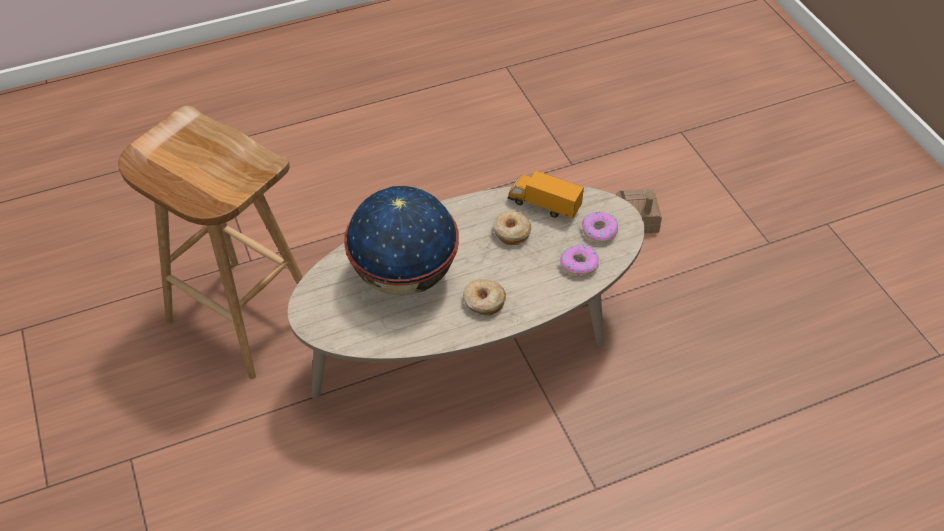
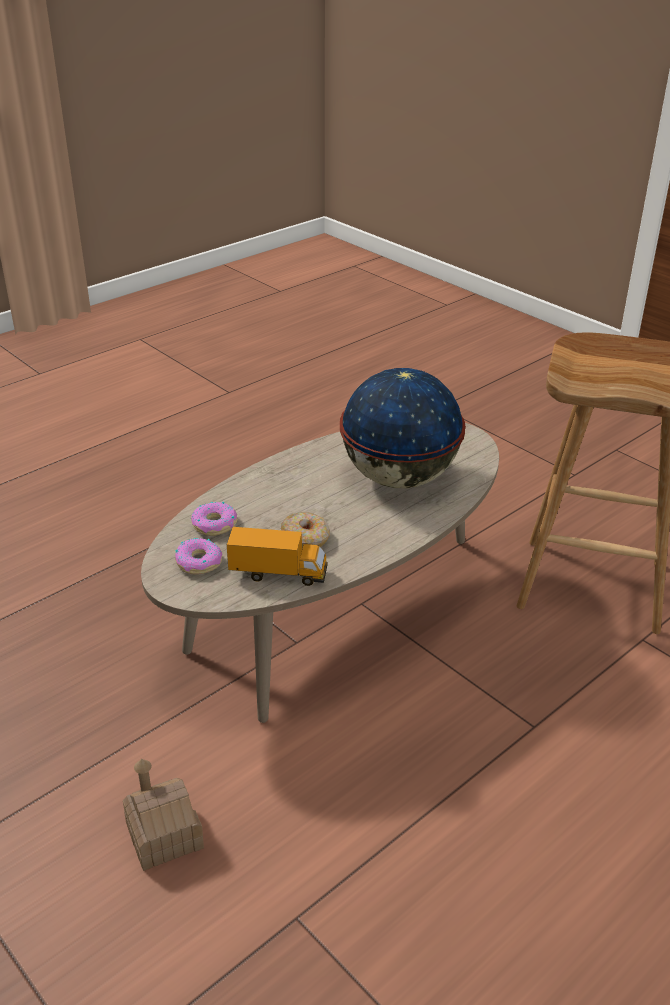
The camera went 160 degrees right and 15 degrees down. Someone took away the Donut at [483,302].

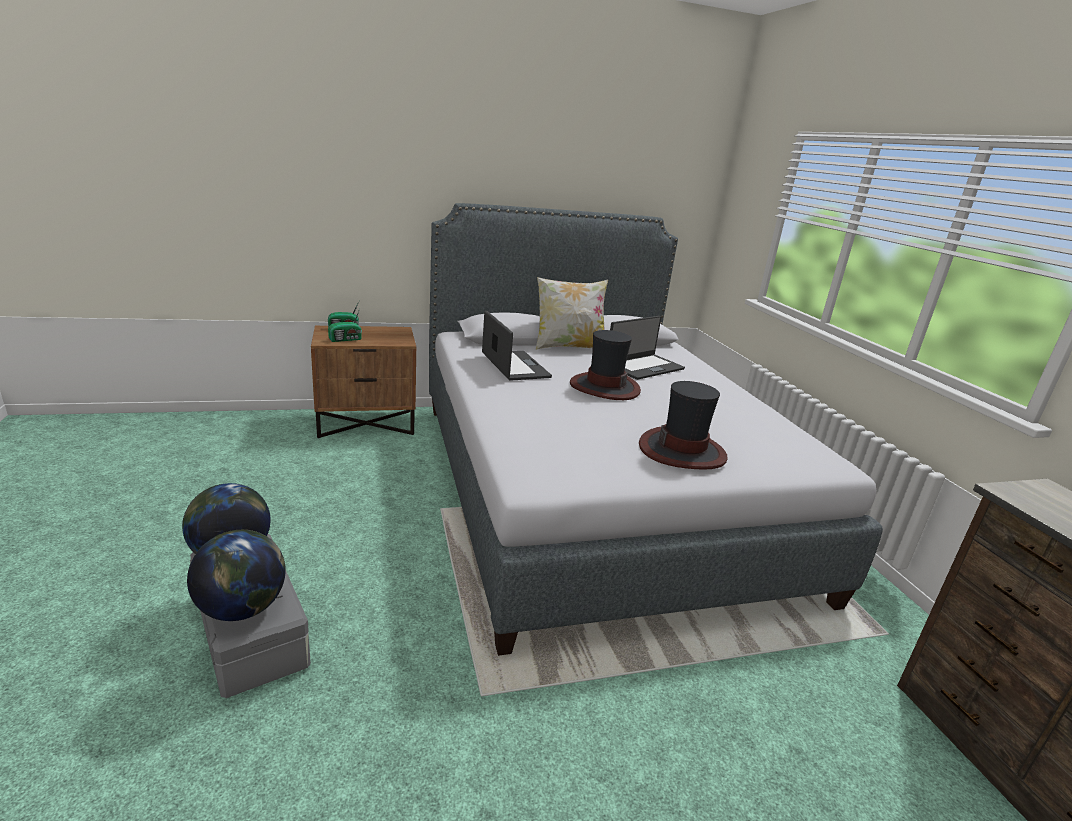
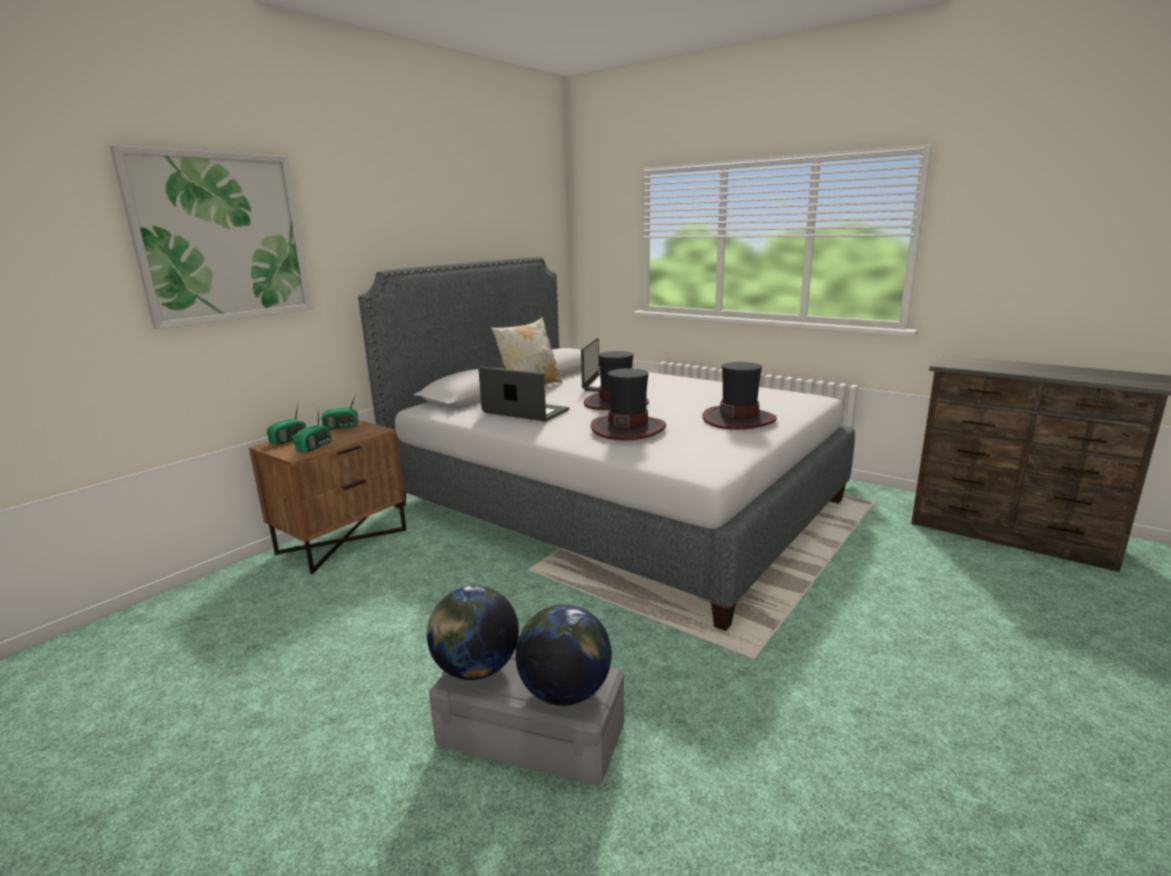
The camera went 35 degrees left and 5 degrees down. Someone put up the Bild at [222,238]. Someone put down the Radio at [342,427]. Someone put down the Hut at [628,428].

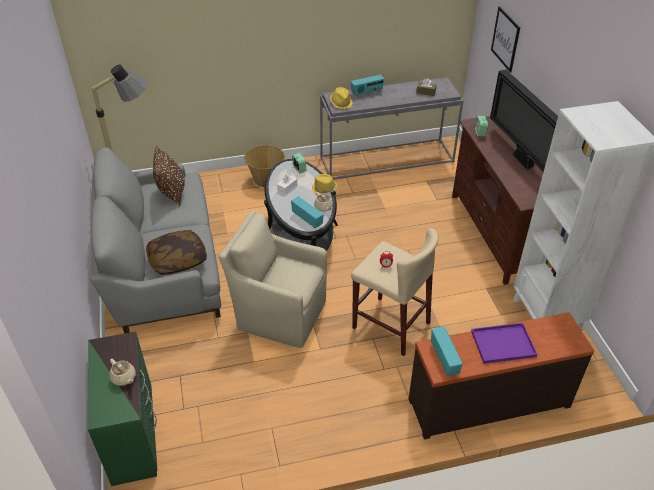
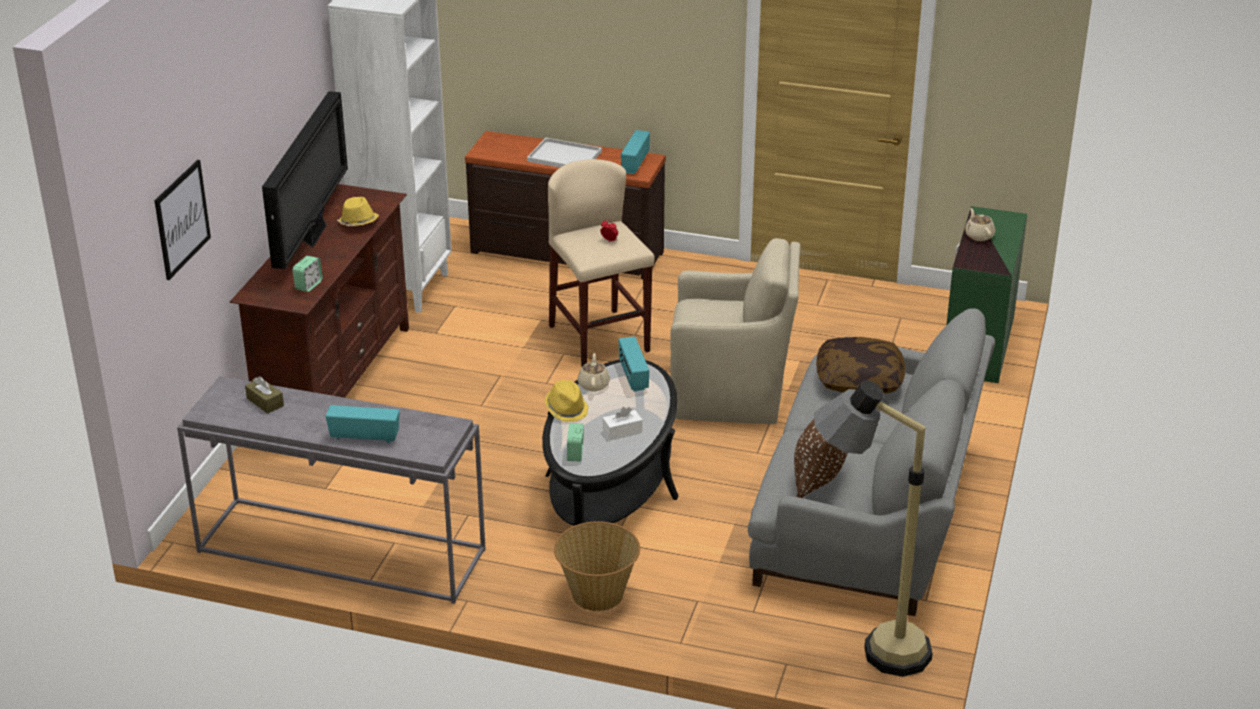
The camera went 150 degrees left and 10 degrees down. Someone rotated the Sessel (beige) at [279,314] by 45 degrees counterclockwise. Someone carried the Hut (gelb) from [341,103] to [358,223]. Someone repainted the Tablett (lila) at [502,344], which became the Tablett (weiß) at [566,156].

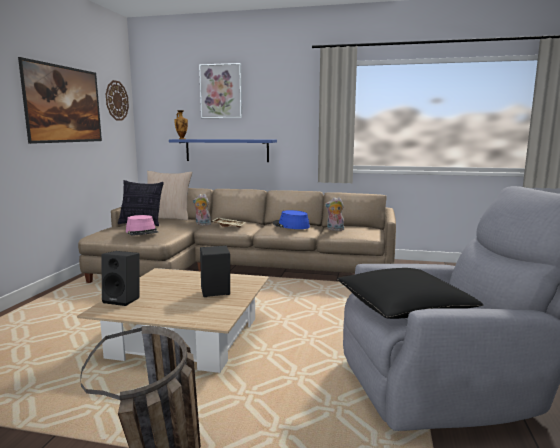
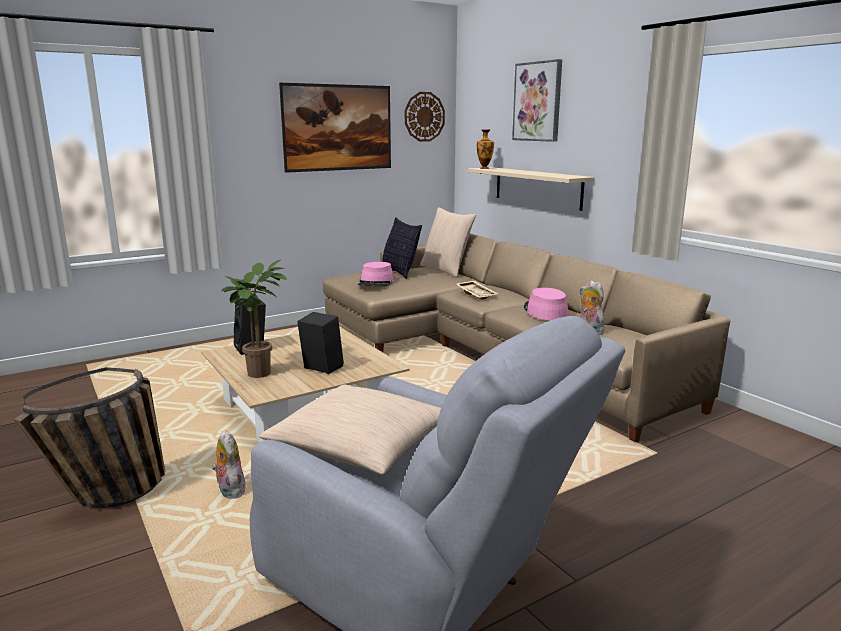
The camera went 45 degrees right and 5 degrees up. Someone repainted the Wandregal (blau) at [226,150], which became the Wandregal (beige) at [537,187]. Someone carried the Plüschtier from [202,224] to [230,491]. Someone repainted the Hut (blau) at [290,225], which became the Hut (rosa) at [545,311]. Someone repainted the Kissen (schwarz) at [403,307], which became the Kissen (beige) at [360,445]. Someone put down the Topfpflanze at [259,371].

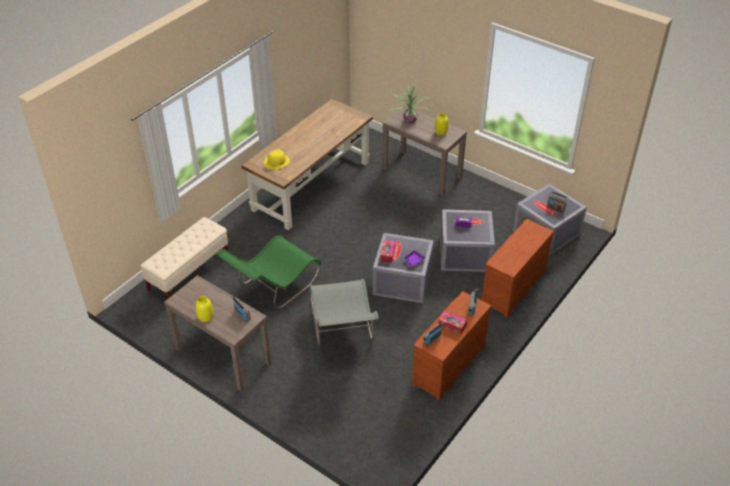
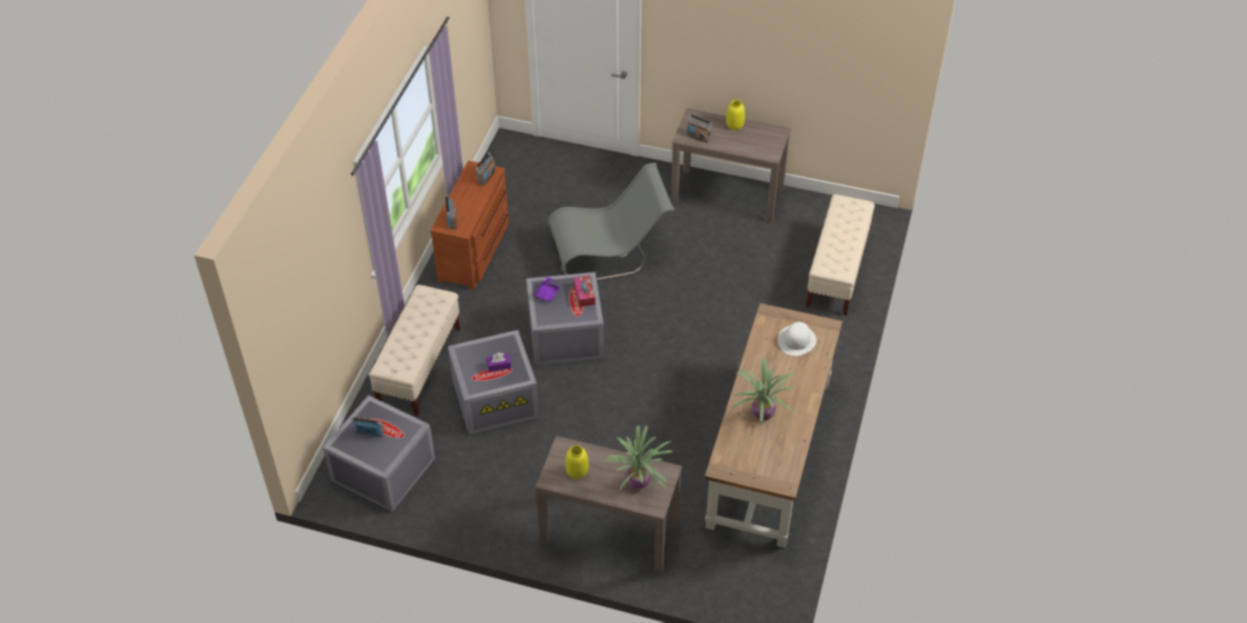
The camera went 160 degrees right and 5 degrees up. Someone took away the Stuhl (grün) at [273,288]. Someone repainted the Hut (gelb) at [276,161], which became the Hut (weiß) at [796,340]. Someone rotated the Stuhl (grau) at [343,332] by 105 degrees clockwise. Someone took away the Taschentuchbox at [452,325]. Someone swapped the Kommode (braun) at [511,286] for the Bank (beige) at [419,366]. Someone put down the Topfpflanze at [762,412].

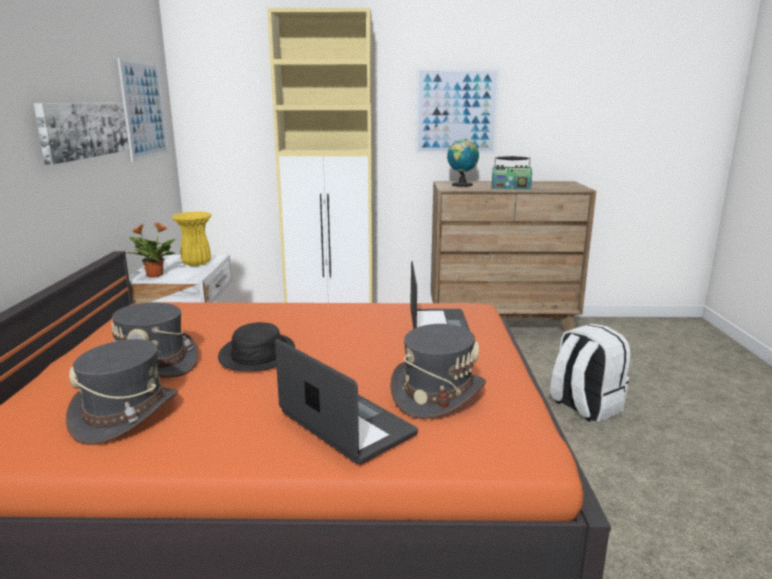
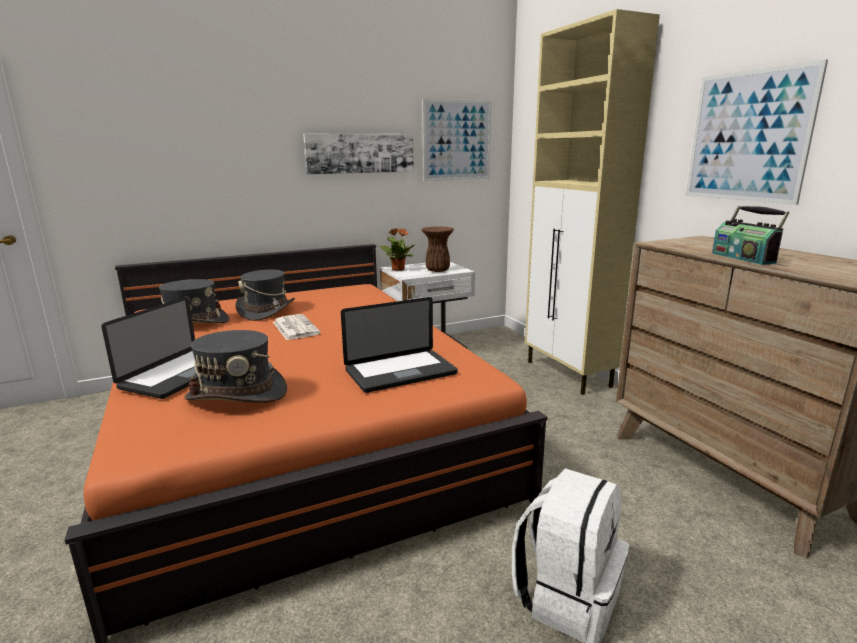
The camera went 65 degrees right and 0 degrees up. Someone repainted the Vase (gelb) at [196,264], which became the Vase (braun) at [437,270]. Someone swapped the Hut (schwarz) at [257,354] for the Zeitung at [294,328]. Someone took away the Globus at [461,185].

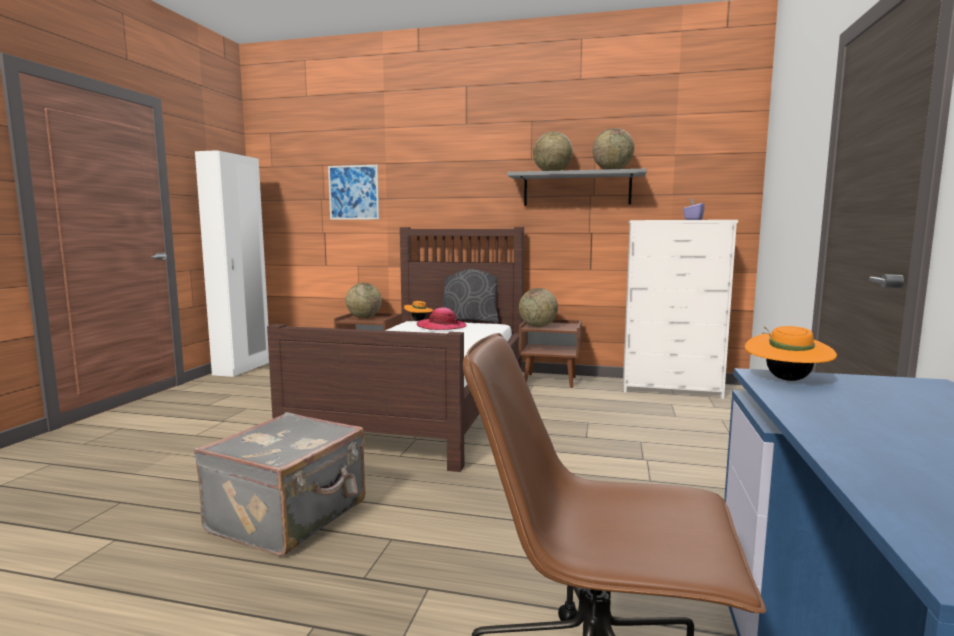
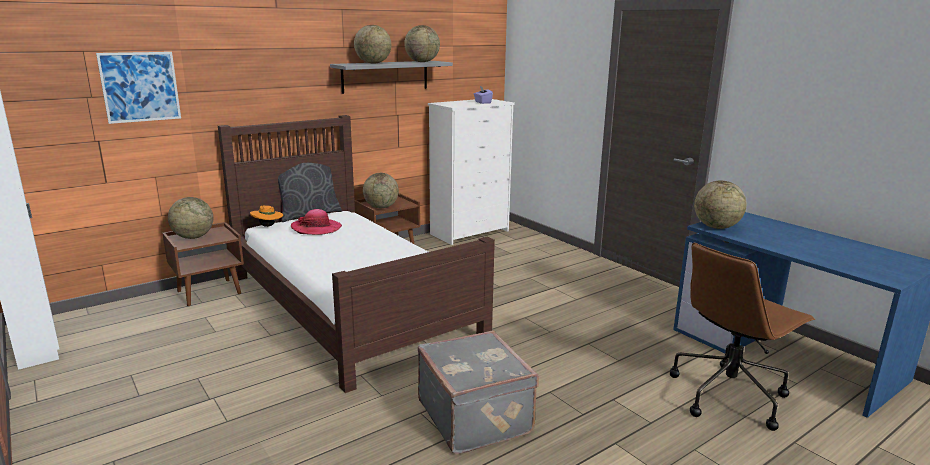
The camera went 50 degrees left and 10 degrees up. Someone swapped the Hut (orange) at [786,379] for the Globus at [716,227].

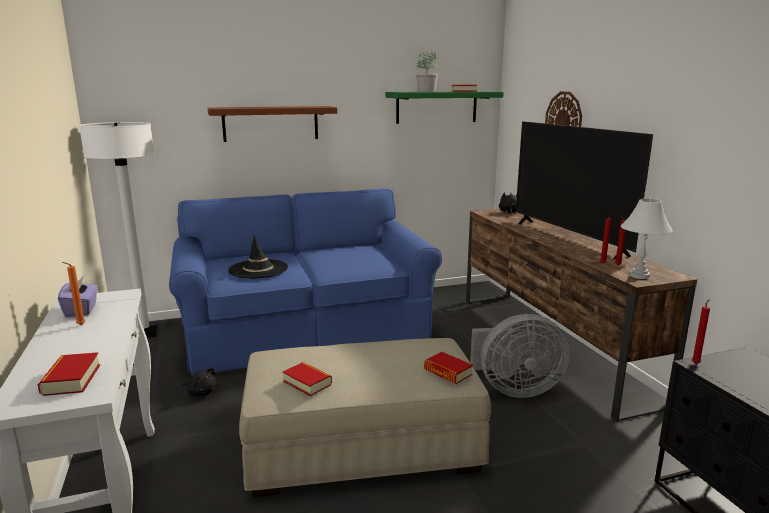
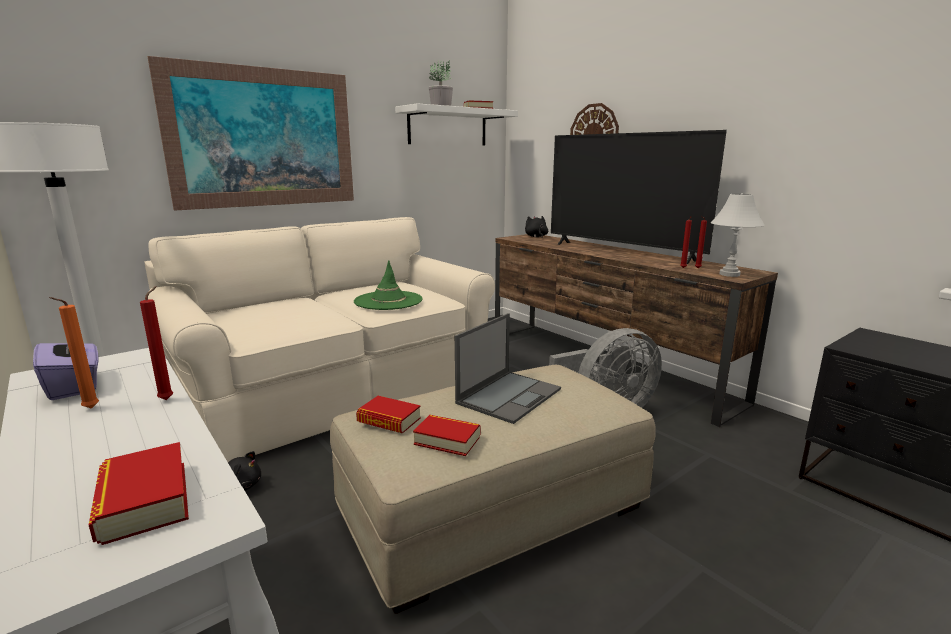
The camera went 20 degrees left and 0 degrees up. Someone repainted the Sofa (blau) at [306,328], which became the Sofa (beige) at [337,387]. Someone swapped the Wandregal (braun) at [270,123] for the Bild at [264,138]. Someone took away the Hut (schwarz) at [258,269]. Someone repainted the Wandregal (grün) at [436,107], which became the Wandregal (weiß) at [448,127]. Someone carried the Buch from [447,372] to [389,420]. Someone carried the Kerze (rot) from [696,363] to [168,399]. Someone put down the Hut (grün) at [388,301]. Someone put down the Laptop at [509,395].

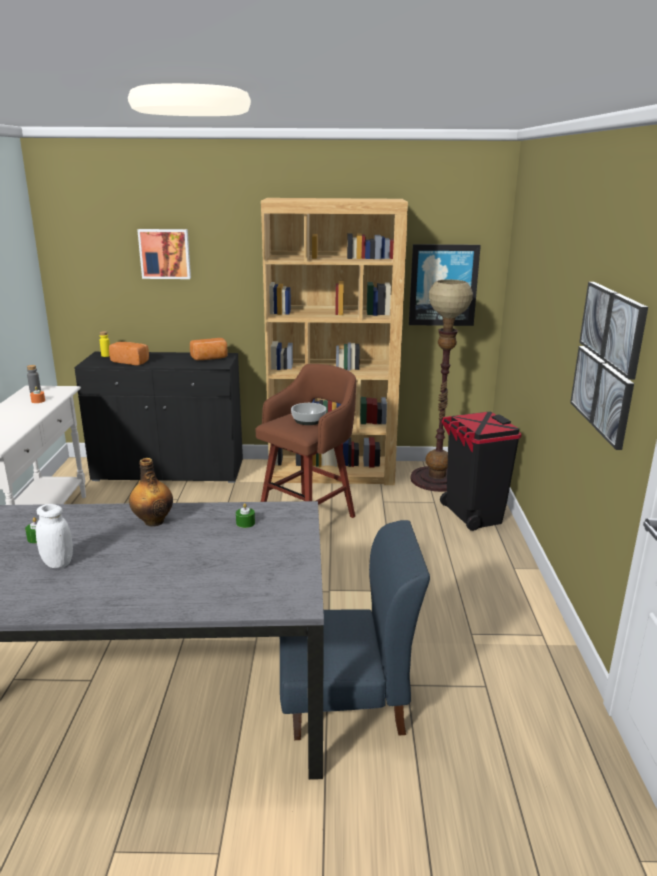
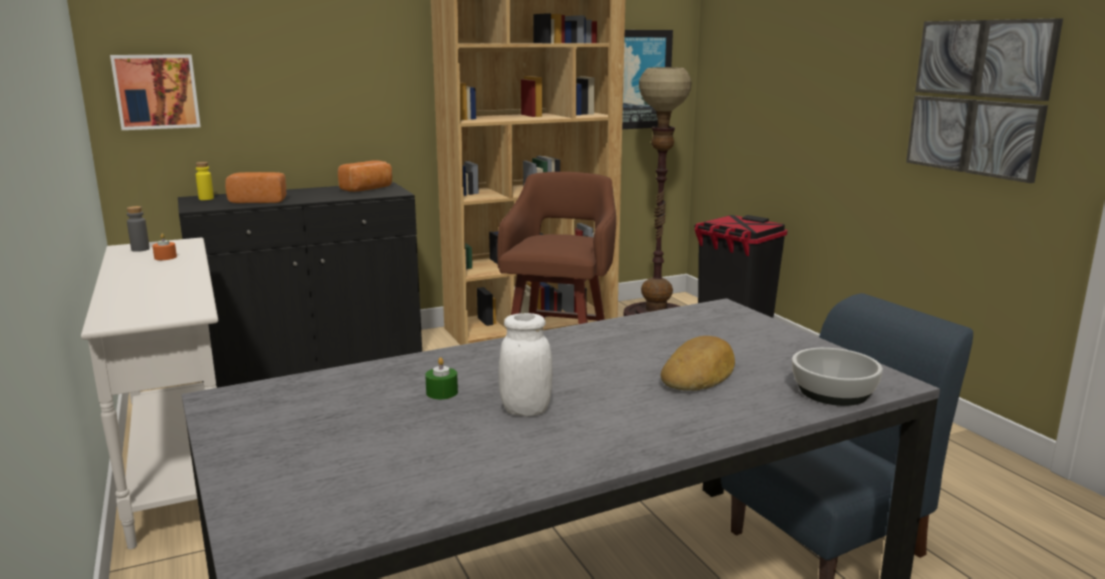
The camera went 25 degrees left and 5 degrees down. Someone took away the Flasche at [153,521]. Someone carried the Bild from [165,253] to [156,91]. Someone took away the Kerze (grün) at [245,523]. Someone carried the Schüssel from [308,420] to [832,391]. Someone put down the Brot at [700,374].

